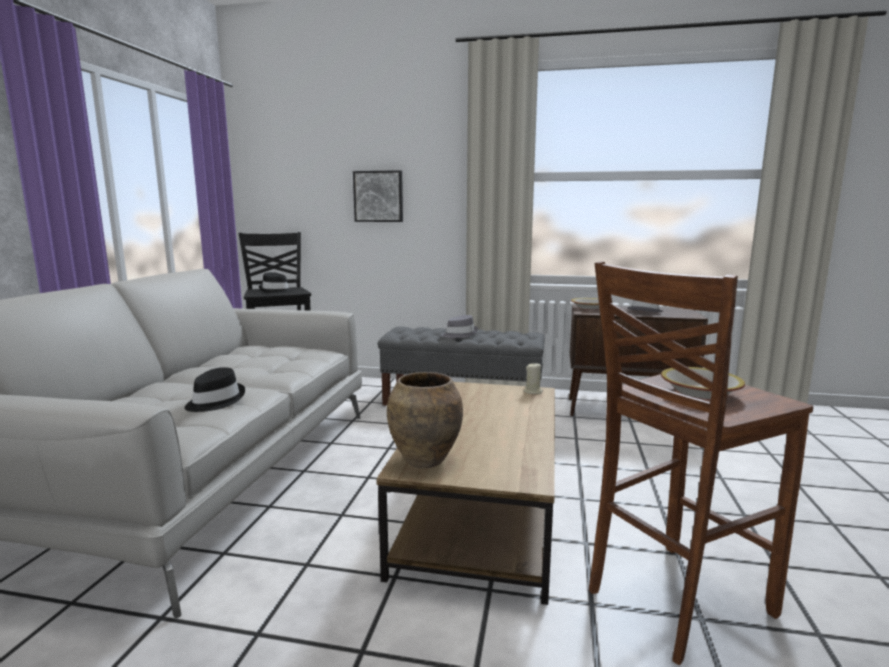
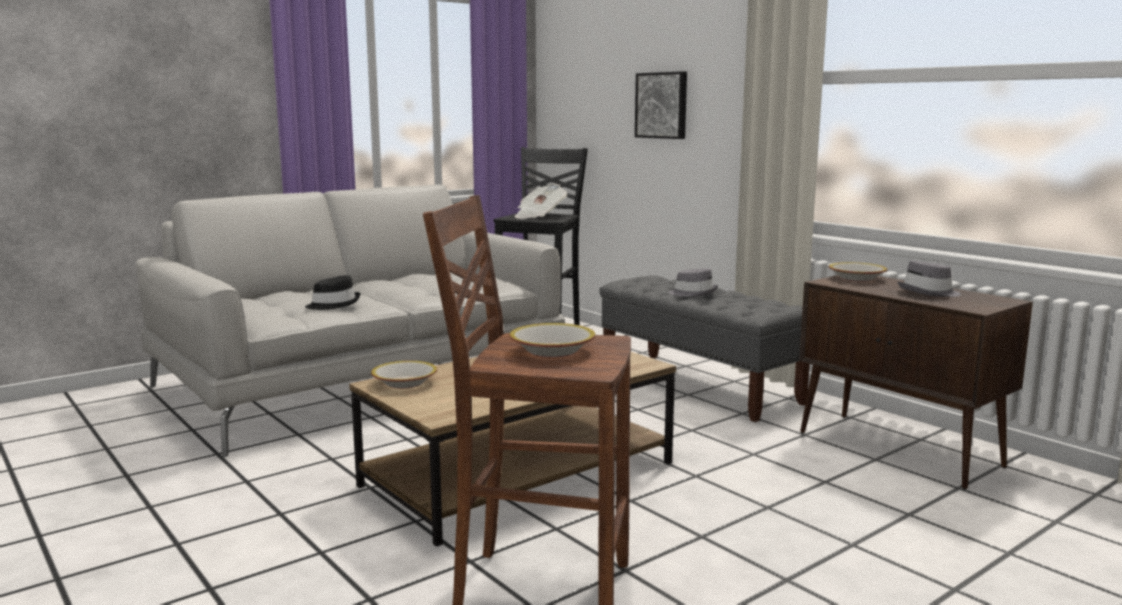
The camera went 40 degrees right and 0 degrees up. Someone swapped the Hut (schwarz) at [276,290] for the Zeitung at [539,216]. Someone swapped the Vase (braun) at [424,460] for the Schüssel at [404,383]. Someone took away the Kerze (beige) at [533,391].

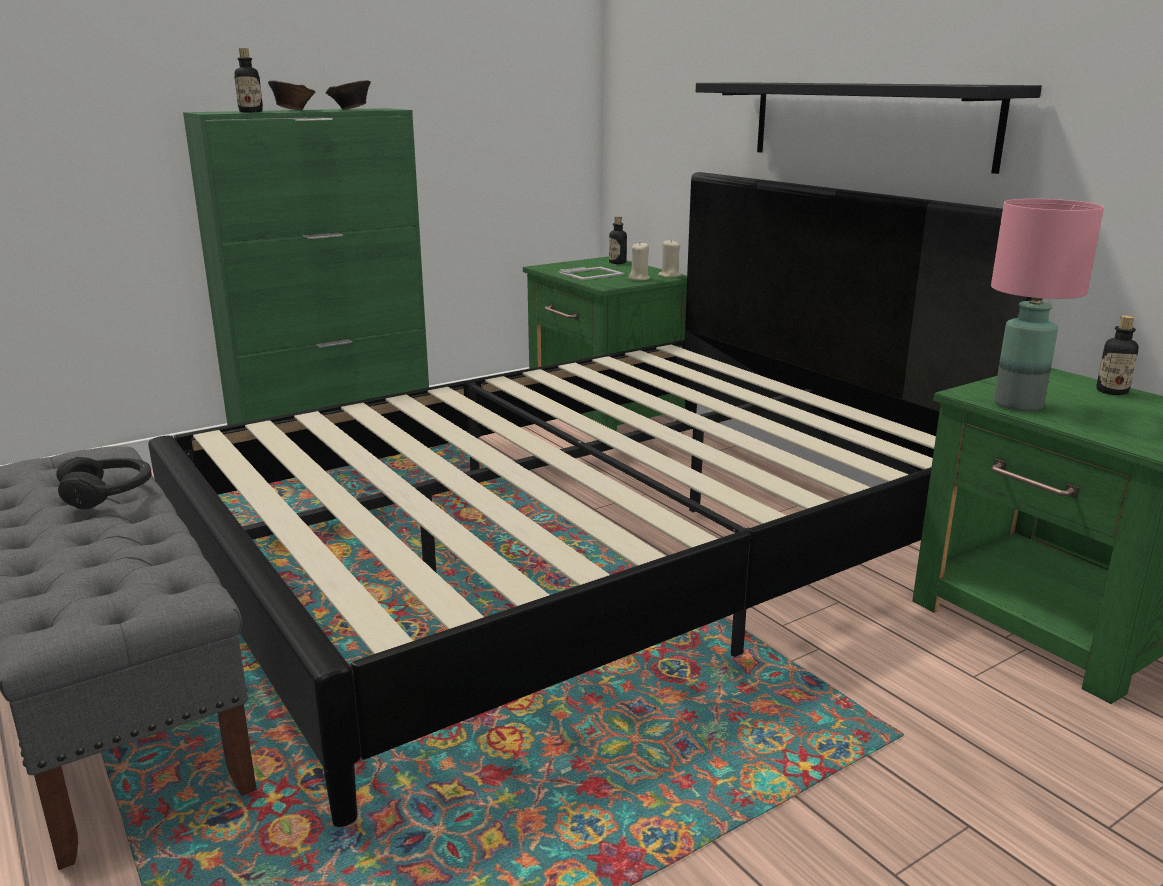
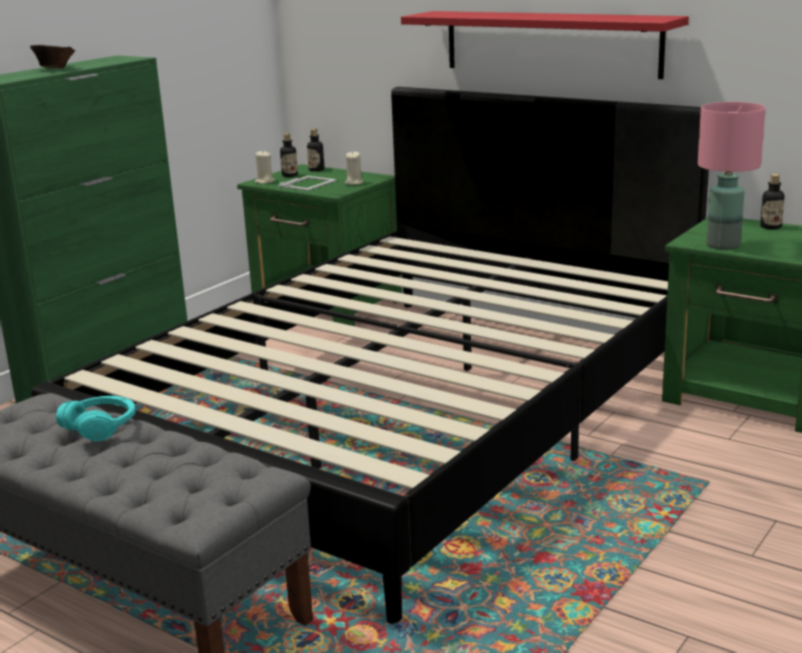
The camera went 20 degrees left and 0 degrees up. Someone repainted the Kopfhörer (schwarz) at [108,493], which became the Kopfhörer (türkis) at [101,427]. Someone carried the Flasche from [251,112] to [290,175]. Someone took away the Schüssel (braun) at [350,109]. Someone carried the Kerze (beige) from [669,276] to [264,182]. Someone repainted the Wandregal (schwarz) at [868,123], which became the Wandregal (rot) at [550,43].

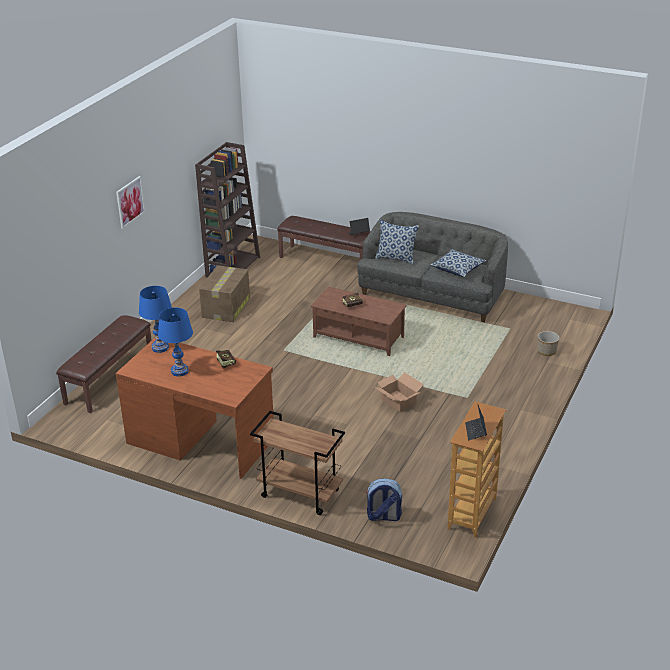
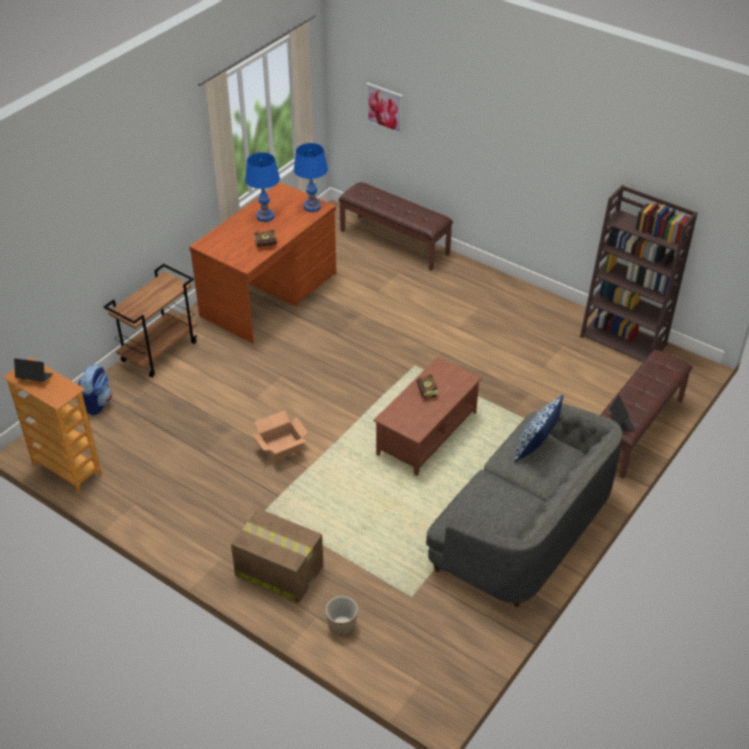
The camera went 100 degrees right and 10 degrees up. Someone carried the Bild from [130,202] to [384,108]. Someone carried the Karton from [226,308] to [278,570]. Someone took away the Kissen at [457,269].

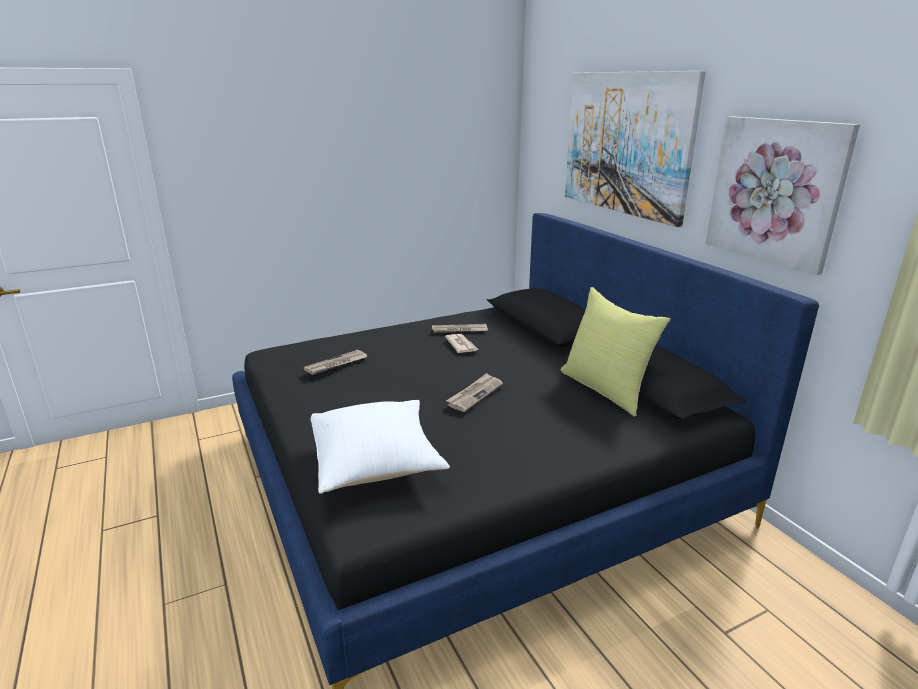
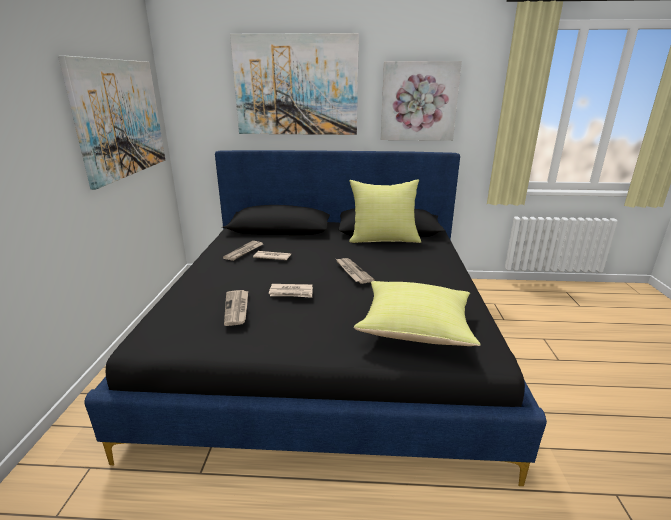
The camera went 60 degrees left and 0 degrees up. Someone repainted the Kissen (weiß) at [377,464], which became the Kissen (gelb) at [416,329]. Someone put up the Bild at [120,119]. Someone put down the Zeitung at [291,292].

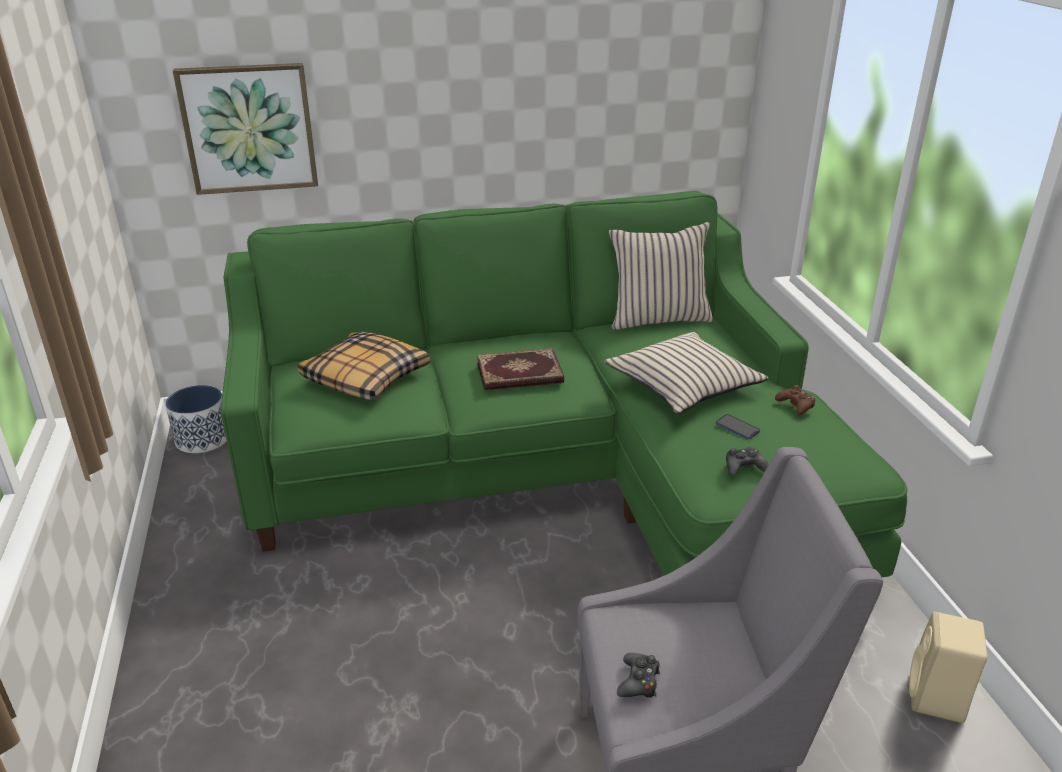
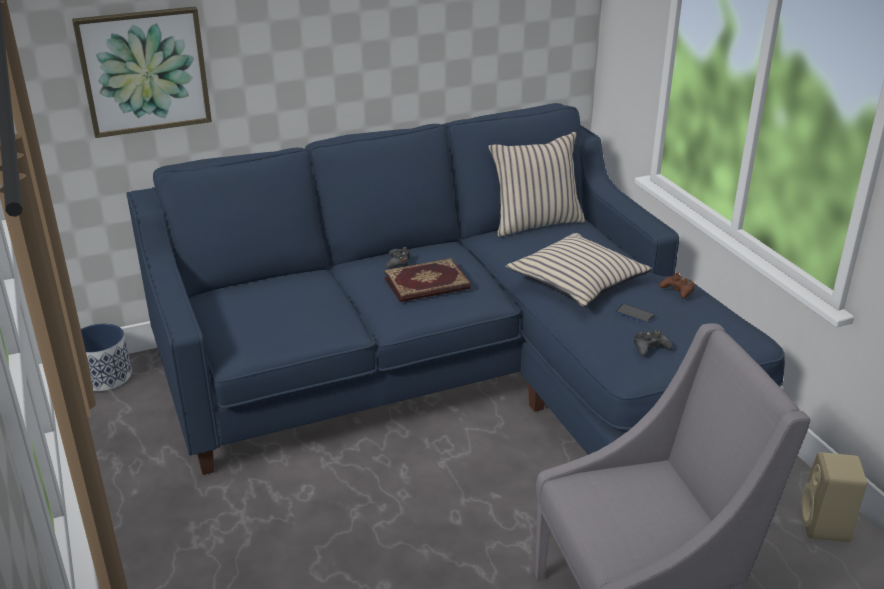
The camera went 10 degrees left and 0 degrees up. Someone repainted the Sofa (grün) at [553,472], which became the Sofa (blau) at [454,373]. Someone took away the Kissen at [365,378]. Someone carried the Gamepad (schwarz) from [638,681] to [398,262].

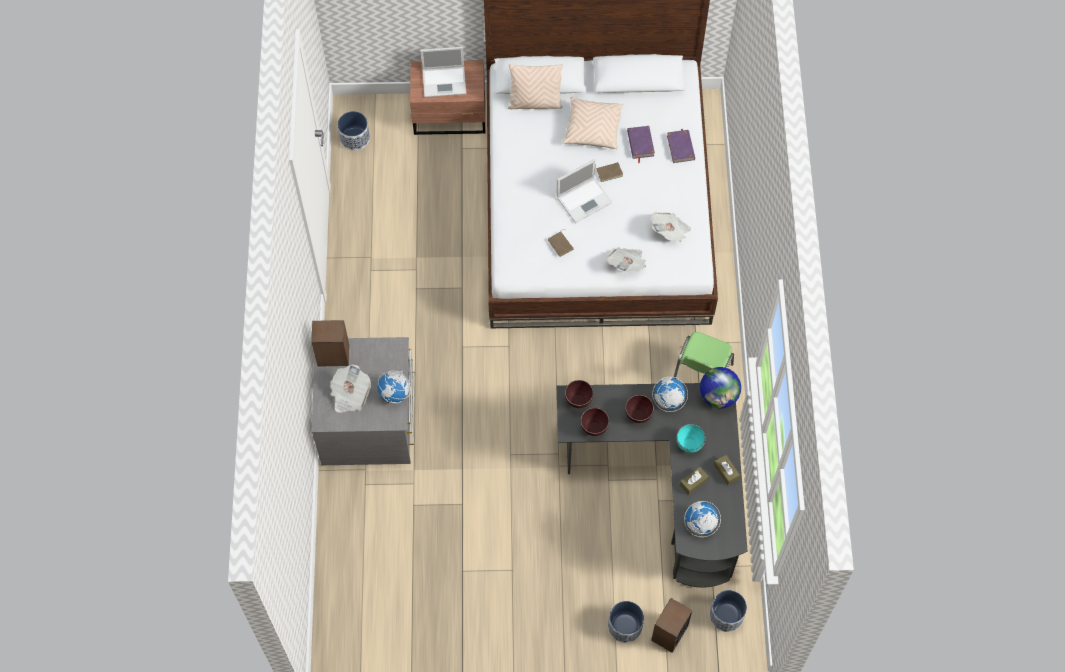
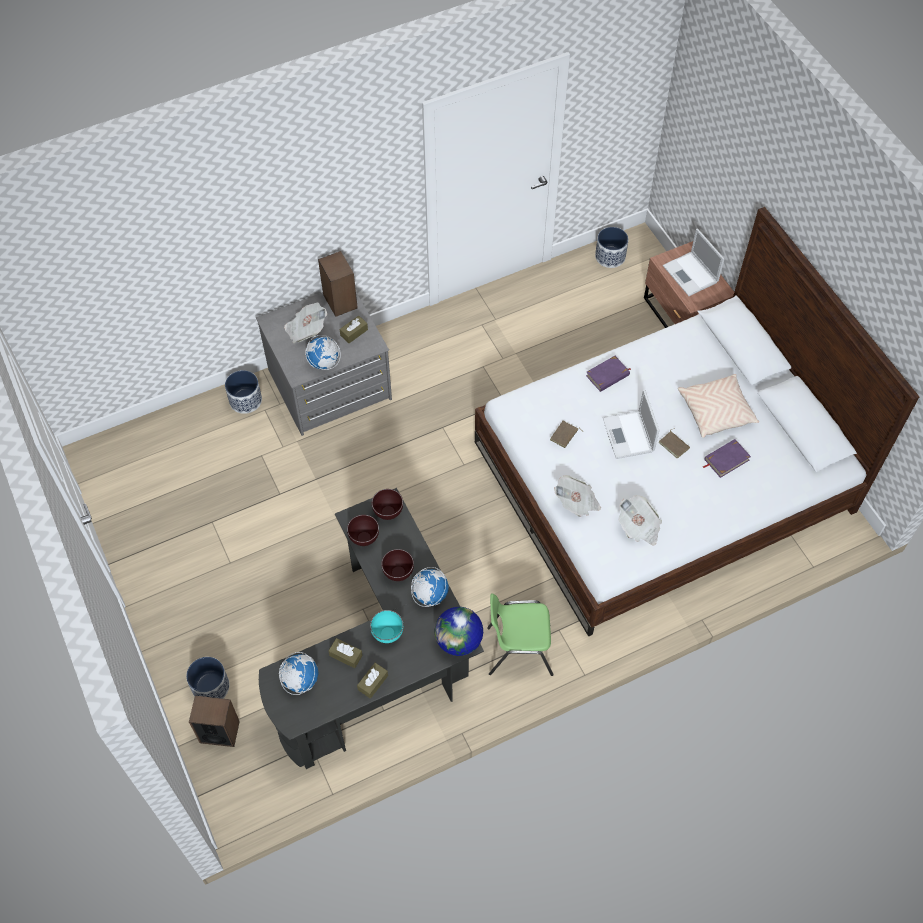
The camera went 65 degrees right and 5 degrees down. Someone took away the Kissen (beige) at [535,103]. Someone rotated the Laptop at [585,199] by 45 degrees clockwise. Someone carried the Buch (lila) from [681,147] to [608,375]. Someone carried the Pflanzkübel from [726,615] to [245,400]. Someone put down the Taschentuchbox (braun) at [354,332].

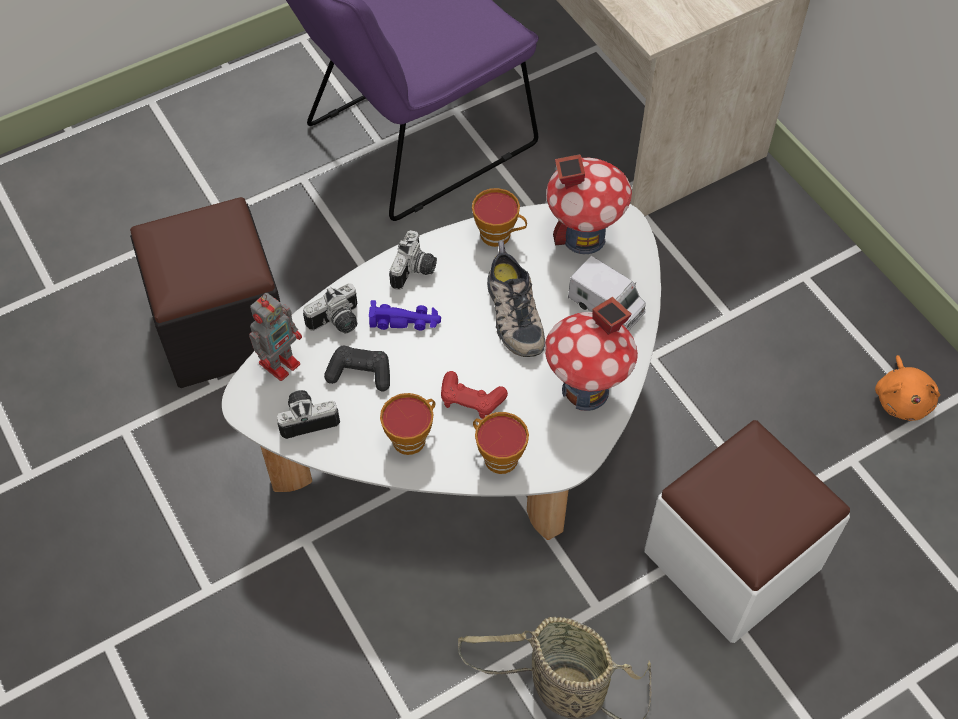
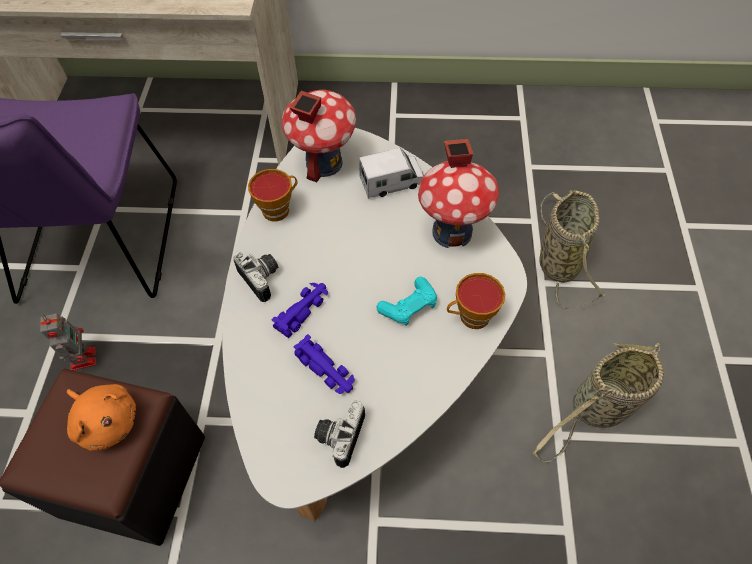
The camera went 55 degrees left and 0 degrees up. Someone carried the Spielzeugroboter from [281,362] to [83,357]. Someone took away the Kamera at [337,323]. Someone swapped the Gamepad (schwarz) at [360,373] for the Spielzeugauto (lila) at [326,370]. Someone took away the Tasse at [412,437]. Someone repainted the Gamepad (rot) at [471,400], which became the Gamepad (türkis) at [409,306]. Someone took away the Schuh at [512,313]. Someone swapped the Polsterhocker (weiß) at [732,559] for the Korb at [558,260]. Someone carried the Plüschtier (orange) from [902,399] to [107,421].

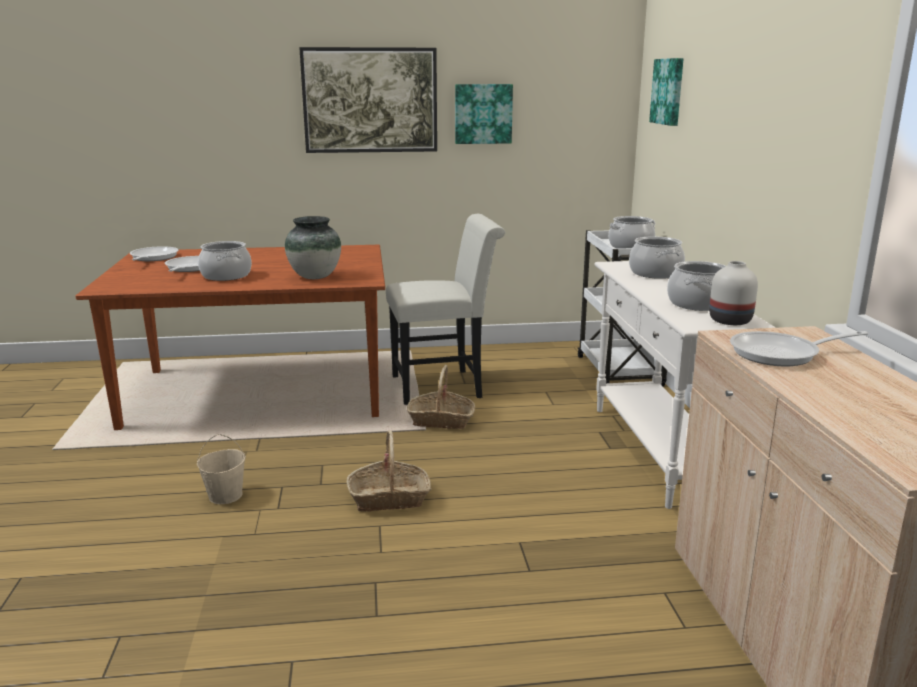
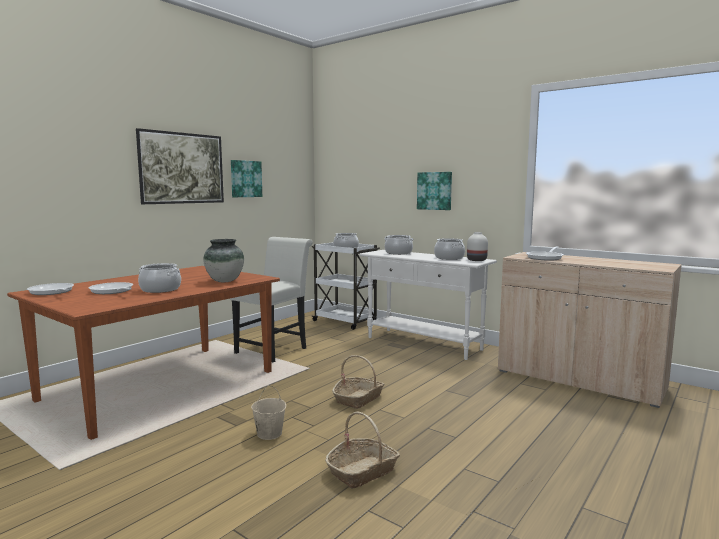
The camera went 45 degrees left and 10 degrees down. Someone carried the Korb from [441,420] to [362,471]. Someone carried the Bild from [668,91] to [434,191].

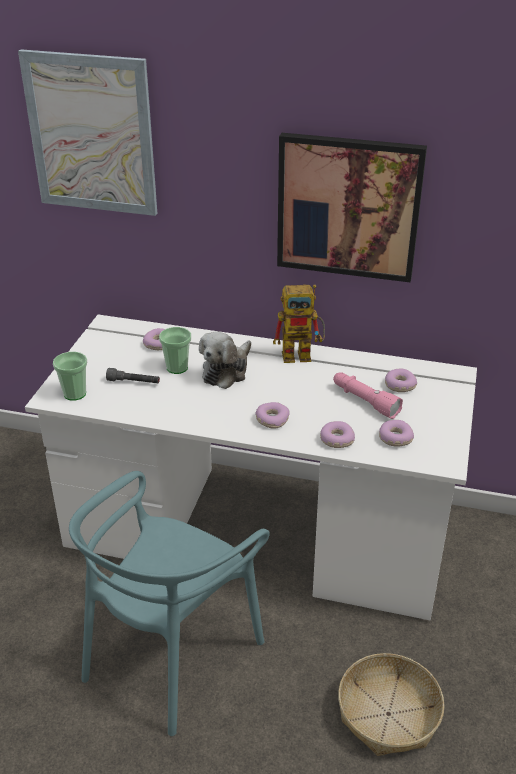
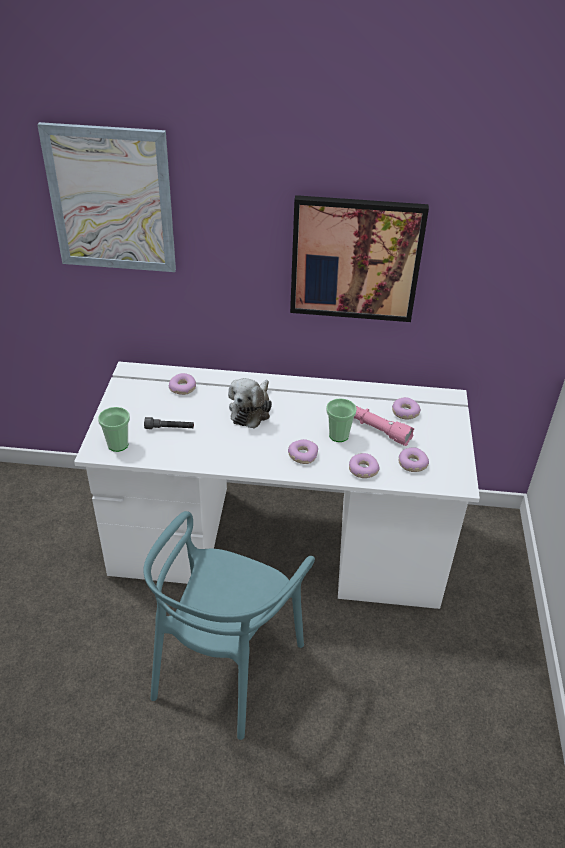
The camera went 10 degrees left and 5 degrees up. Someone carried the Tasse from [177,368] to [338,435]. Someone took away the Spielzeugroboter at [303,354]. Someone took away the Korb at [388,714].

